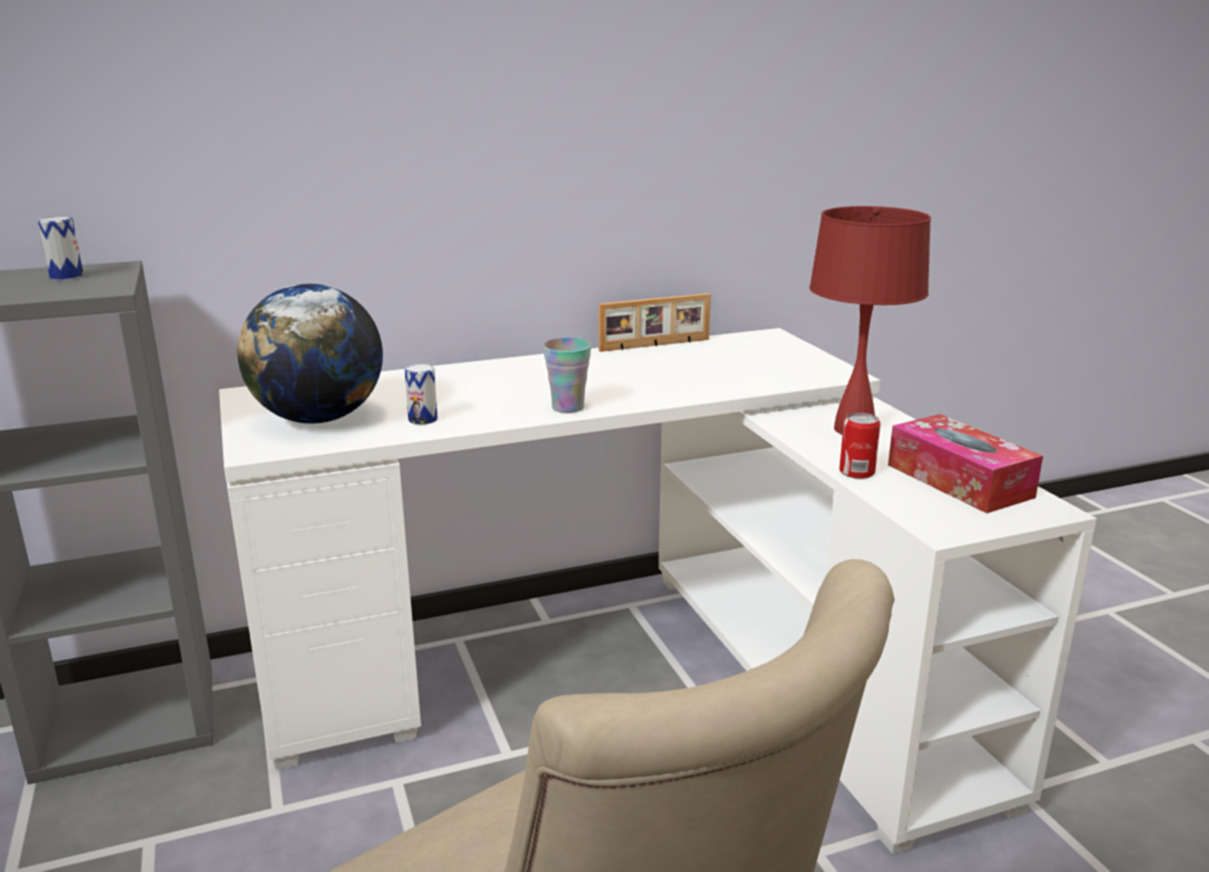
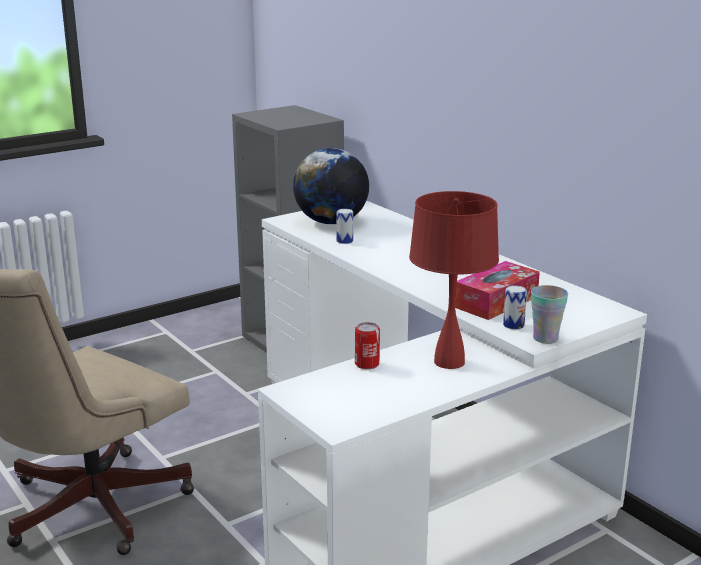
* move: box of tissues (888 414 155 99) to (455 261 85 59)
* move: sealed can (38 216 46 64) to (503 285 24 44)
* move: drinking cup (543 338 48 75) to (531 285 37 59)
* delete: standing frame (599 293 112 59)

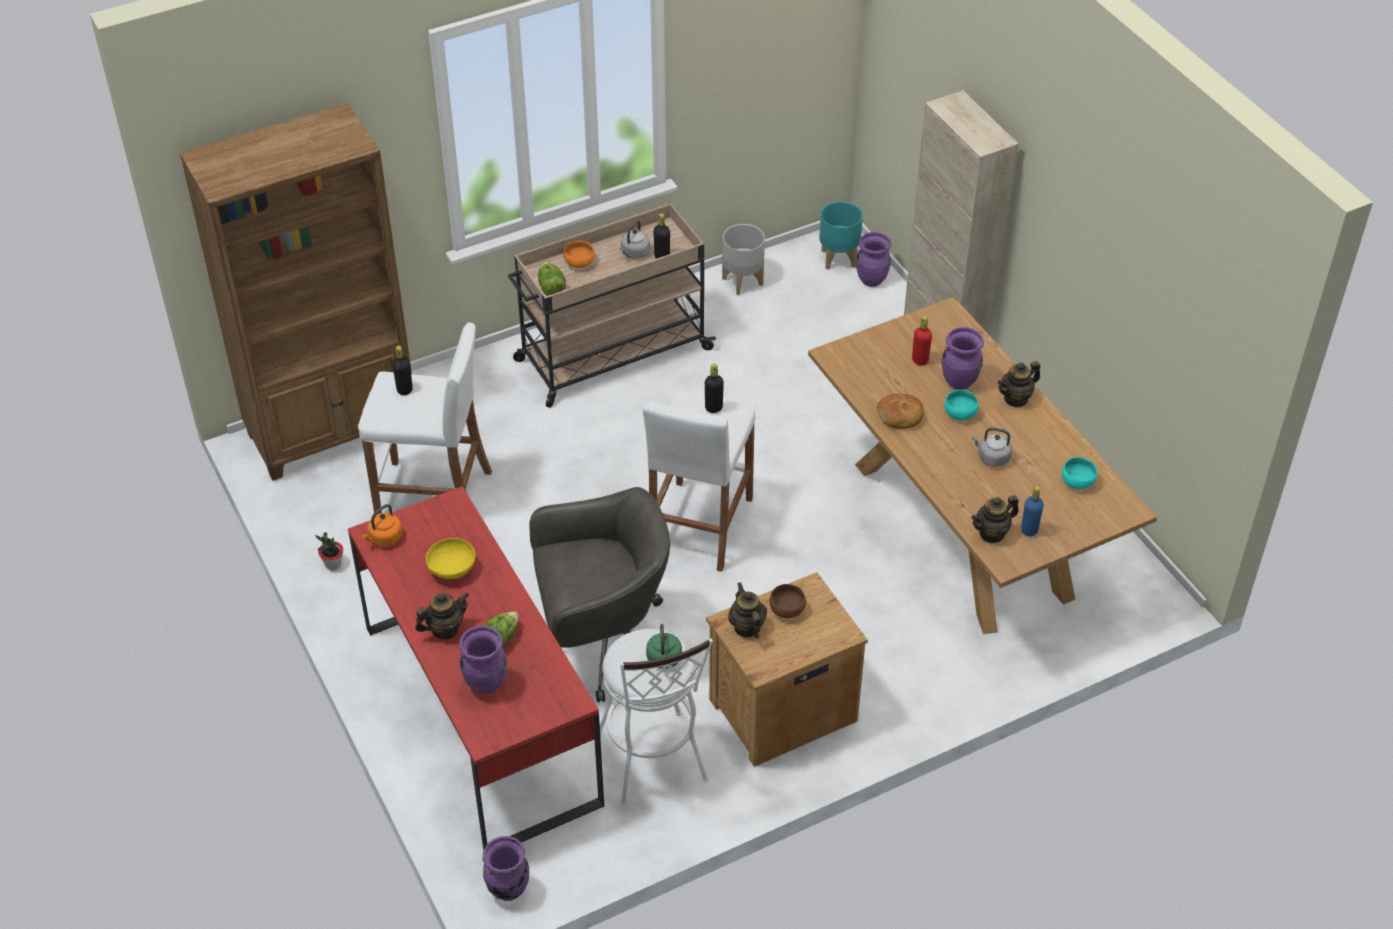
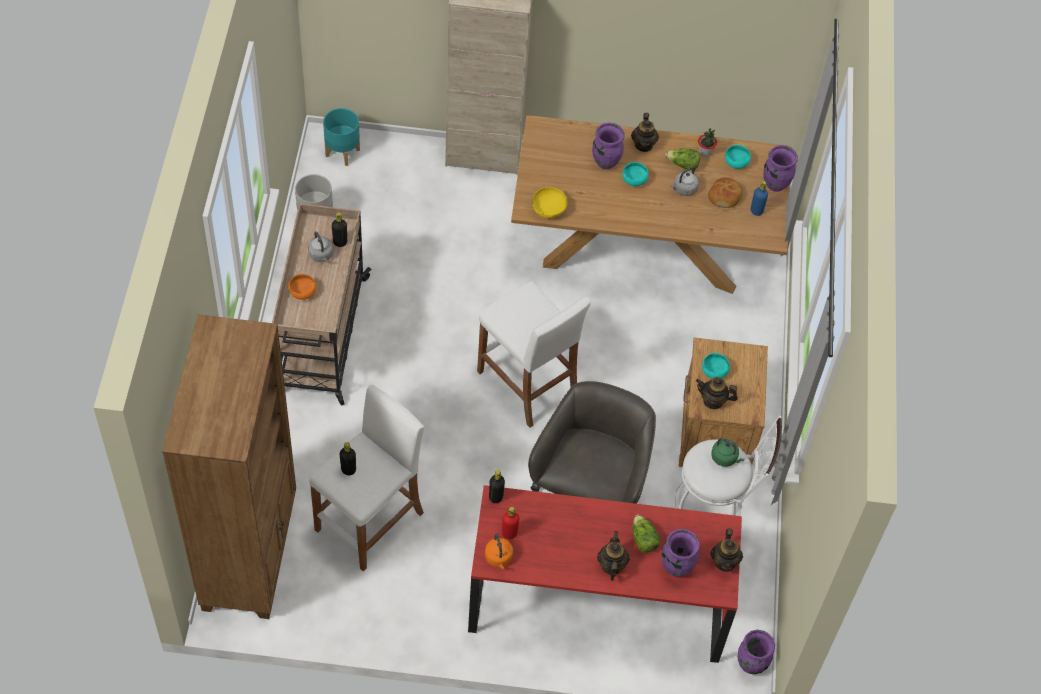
* move: black beverage bottle (705 364 19 49) to (489 470 16 33)
* move: red-coloured beverage bottle (912 316 20 50) to (502 507 17 32)
* move: yellowish deep dish (426 538 49 41) to (532 187 35 31)
* move: lettuce head (538 262 28 34) to (665 148 35 22)
* move: houseplant (315 532 28 38) to (698 128 19 29)
* recolor: brownish deep dish (769 584 37 34) to turquoise deep dish (702 353 28 25)
* move: bakery bread (877 393 47 36) to (708 178 35 30)
* move: tea pot (971 495 48 48) to (710 528 33 44)
* move: purple flower vase (856 232 35 55) to (763 145 35 47)

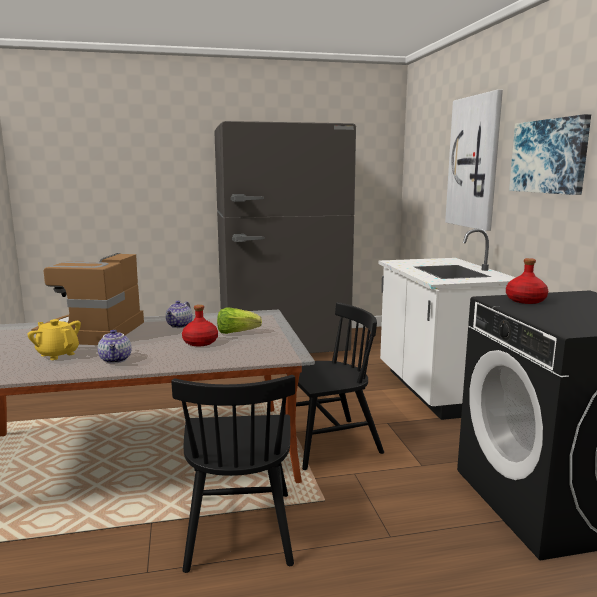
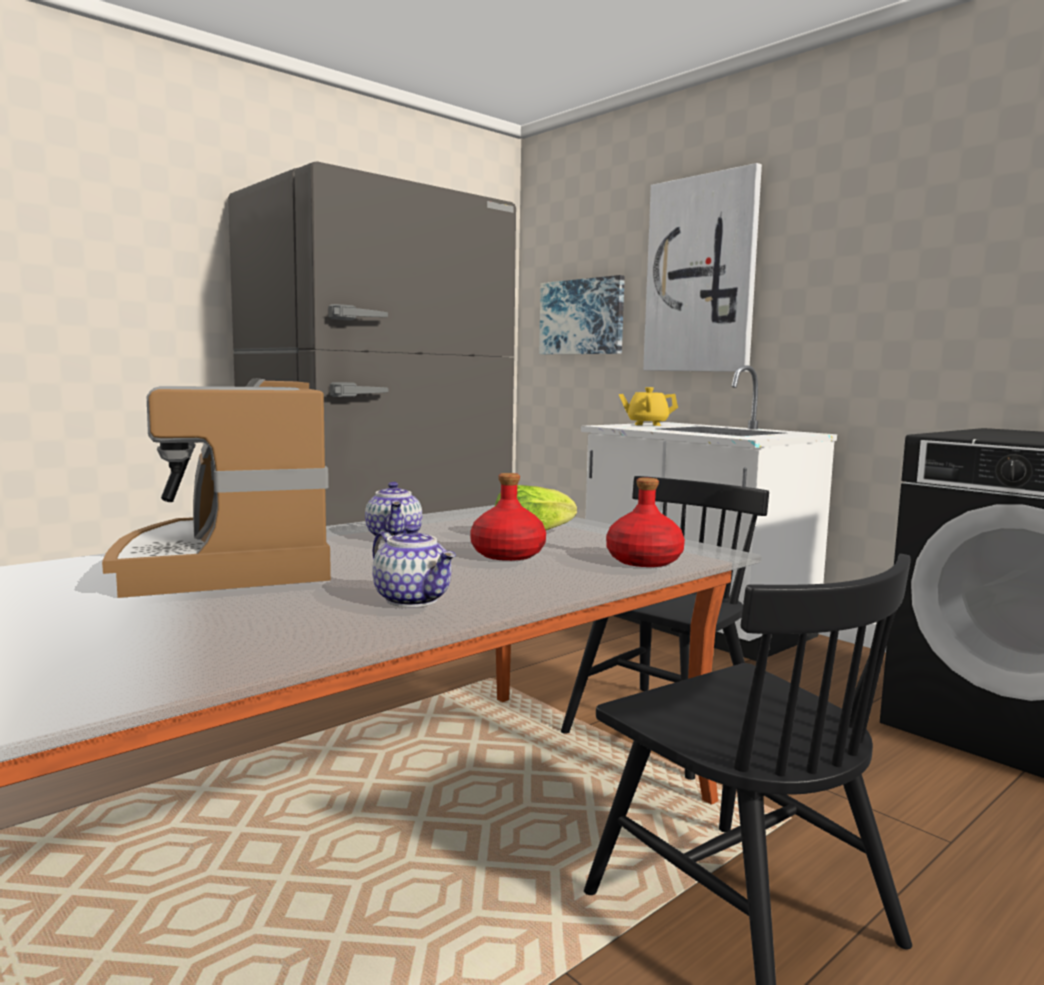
* move: picture (509 114 82 81) to (539 275 86 79)
* move: red-coloured beverage bottle (506 258 42 46) to (606 478 79 89)
* move: yellowish tea pot (27 319 54 41) to (619 387 59 39)

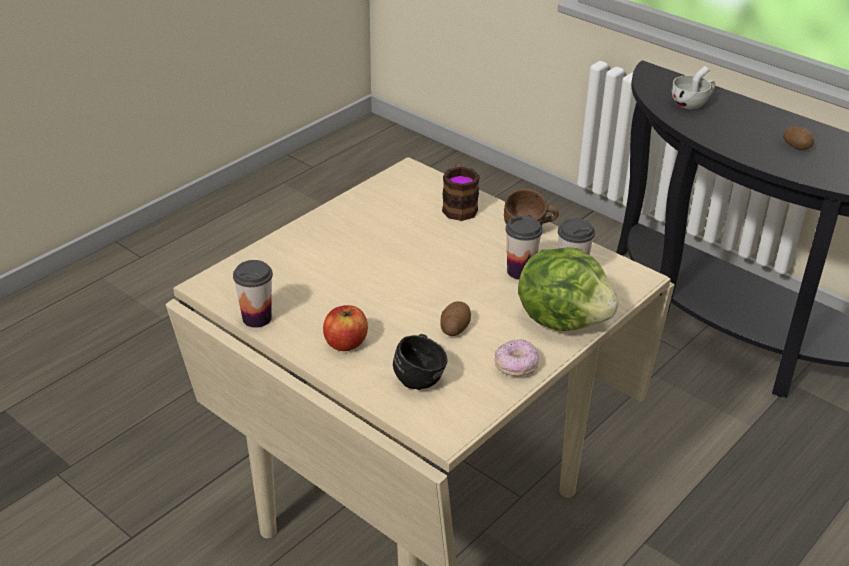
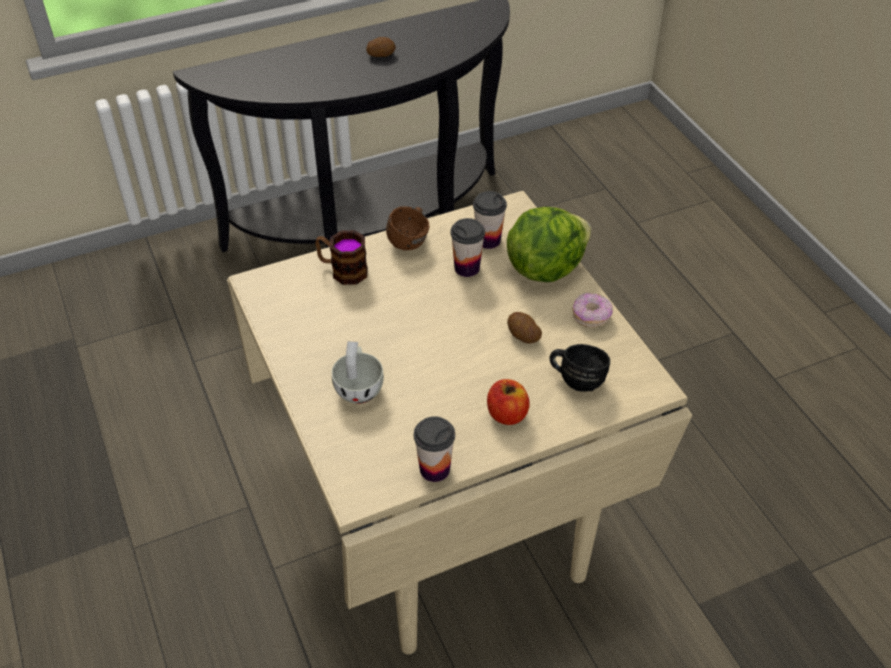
* move: white-coloured drinking cup (672 66 43 43) to (332 341 52 63)

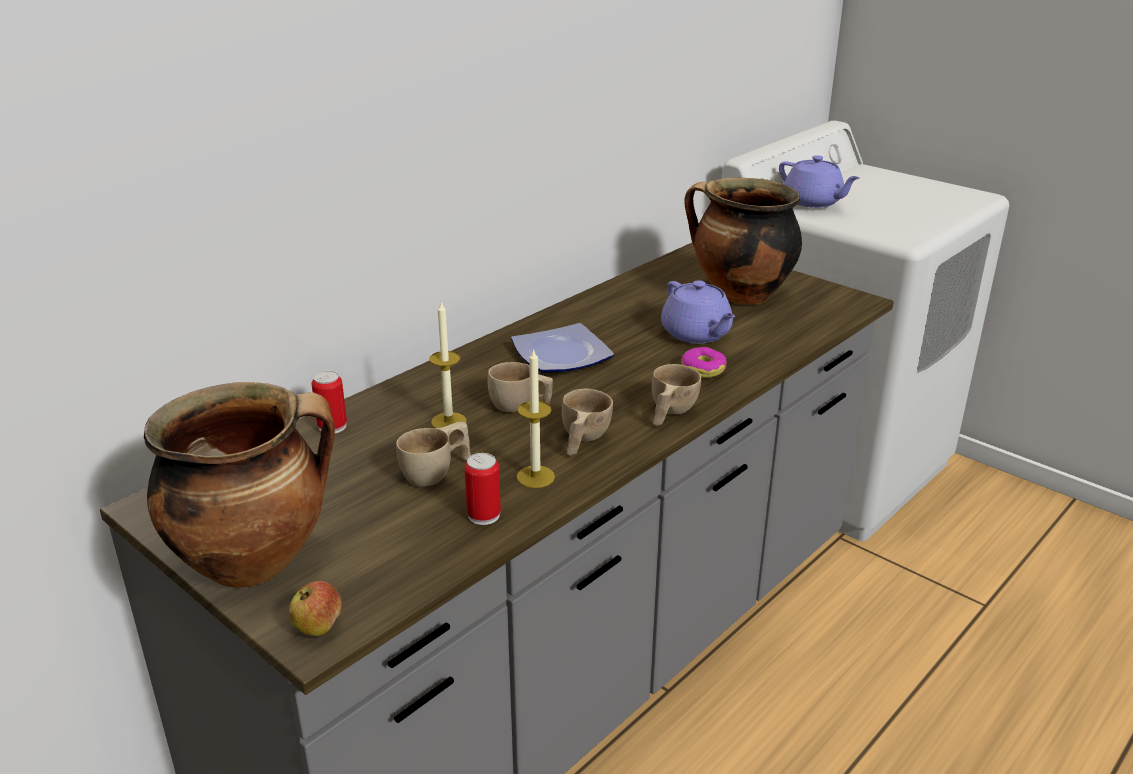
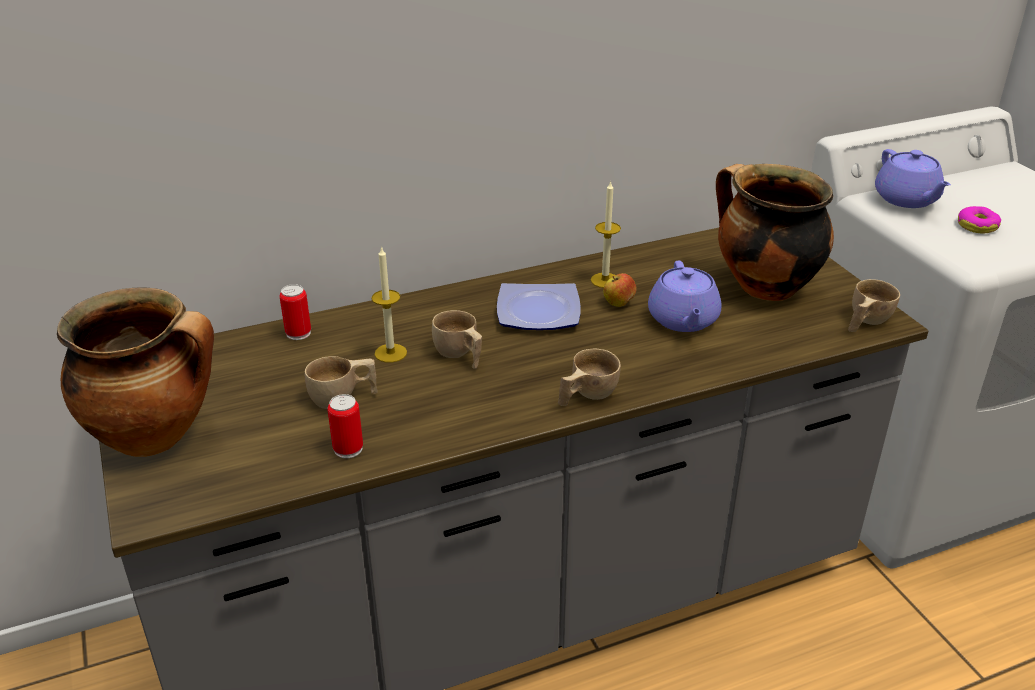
* move: wax candle (516 348 39 140) to (591 180 30 108)
* move: apple (289 581 53 55) to (603 273 33 34)
* move: sand-coloured drinking cup (562 389 51 66) to (848 279 52 53)
* move: donut (681 347 45 31) to (958 206 43 27)

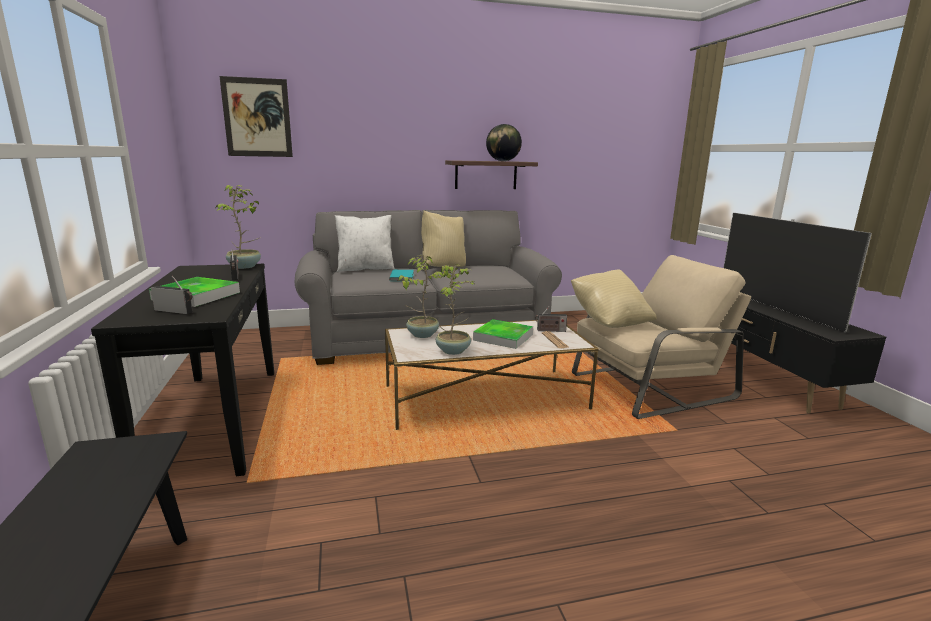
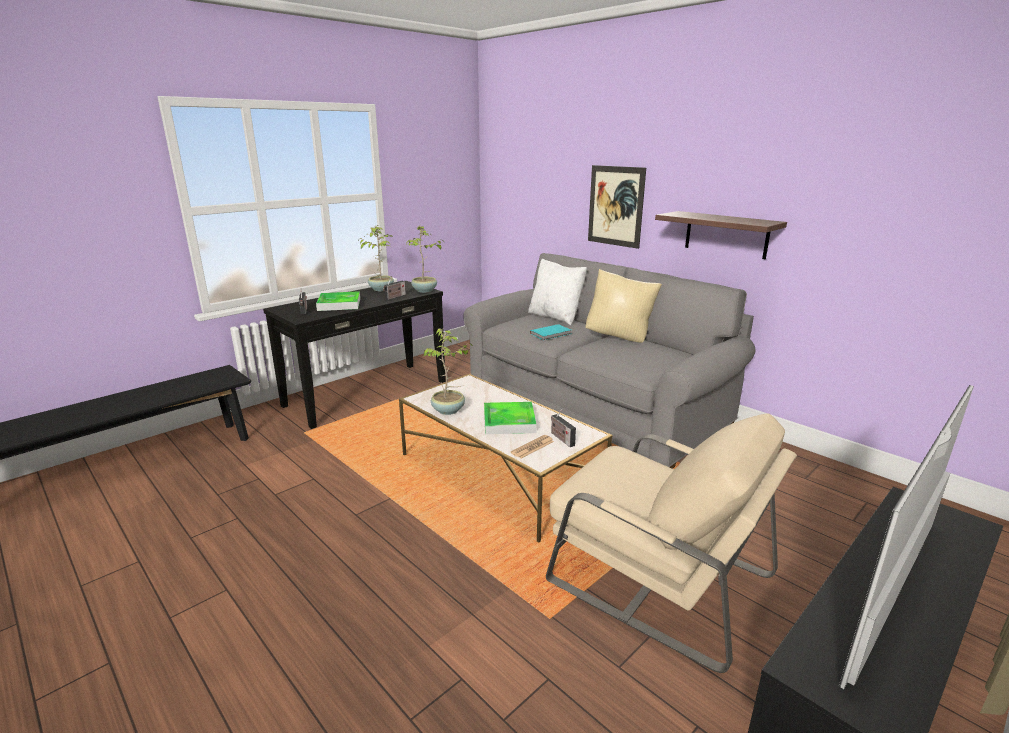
* move: houseplant (398 255 45 83) to (357 225 37 66)
* move: picture (219 76 74 81) to (588 165 58 84)
* delete: desk globe (486 124 36 37)
* delete: sand-coloured pillow (571 269 86 59)

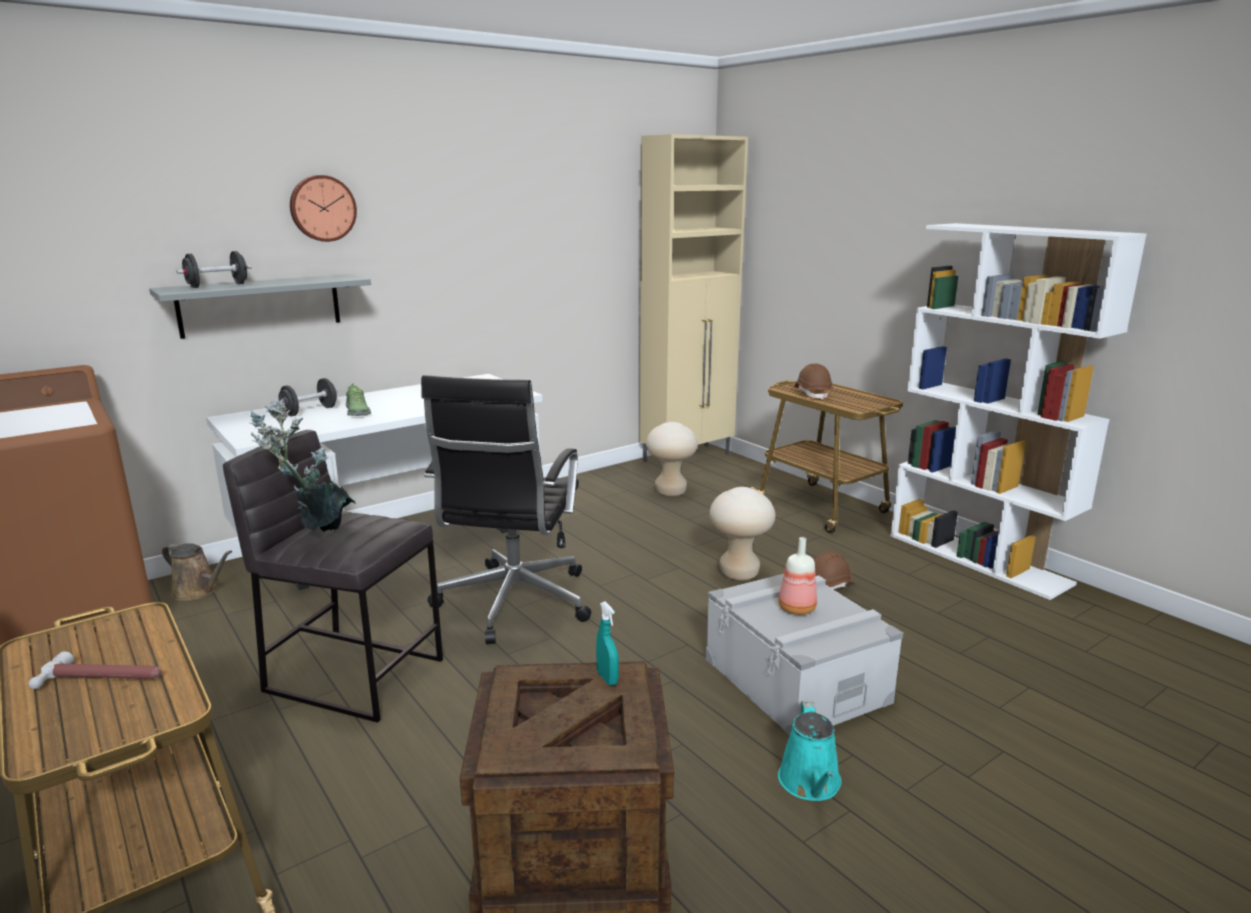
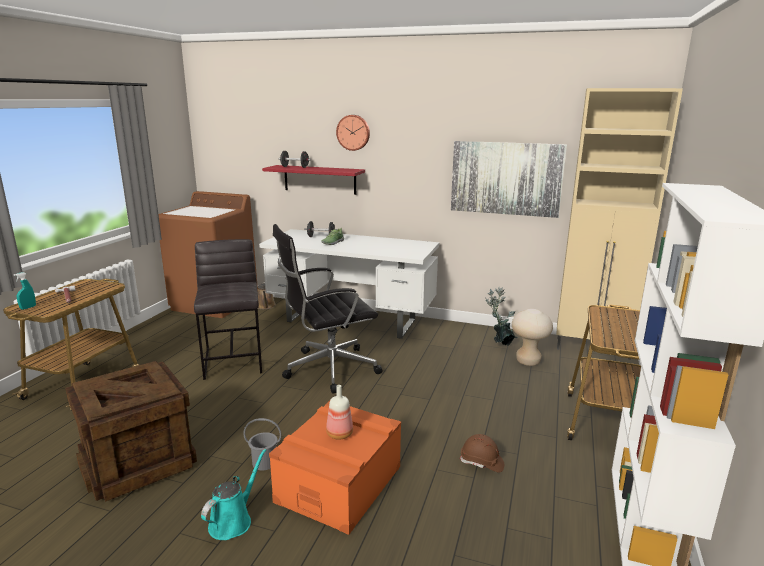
* move: turquoise hand sprayer (596 601 23 85) to (14 272 22 38)
* rotate: turquoise watering pot (778 701 64 100) = (201 449 65 91) 150 degrees clockwise
* insert: gray water bucket (243 418 38 53)
* recolor: gray shelf (149 274 222 65) to red-coloured shelf (262 165 103 30)
* recolor: gray storage container (705 574 198 162) to orangey storage container (269 401 132 134)
* insert: picture (451 141 116 77)
* move: houseplant (250 398 106 134) to (485 287 32 59)
* delete: sand-coloured stool seat (709 487 66 93)
* delete: brownish hard hat (795 364 38 36)

